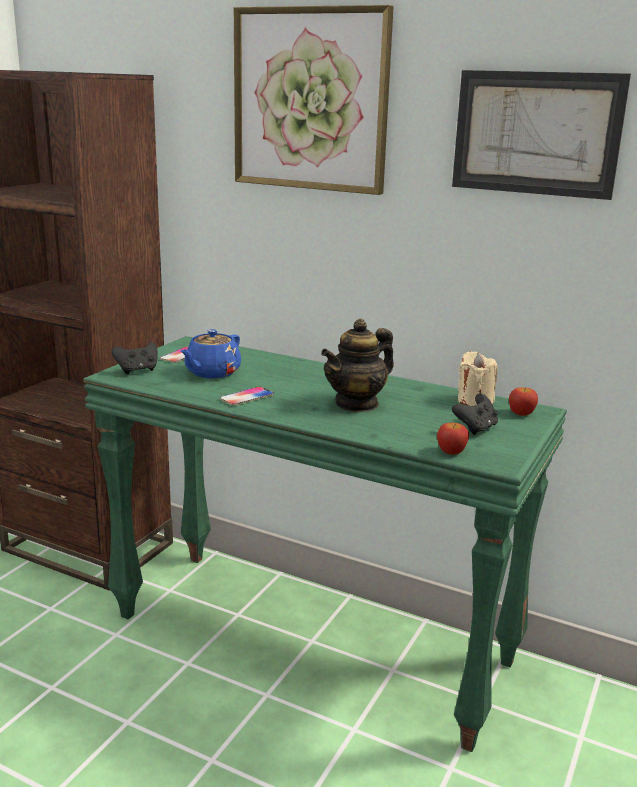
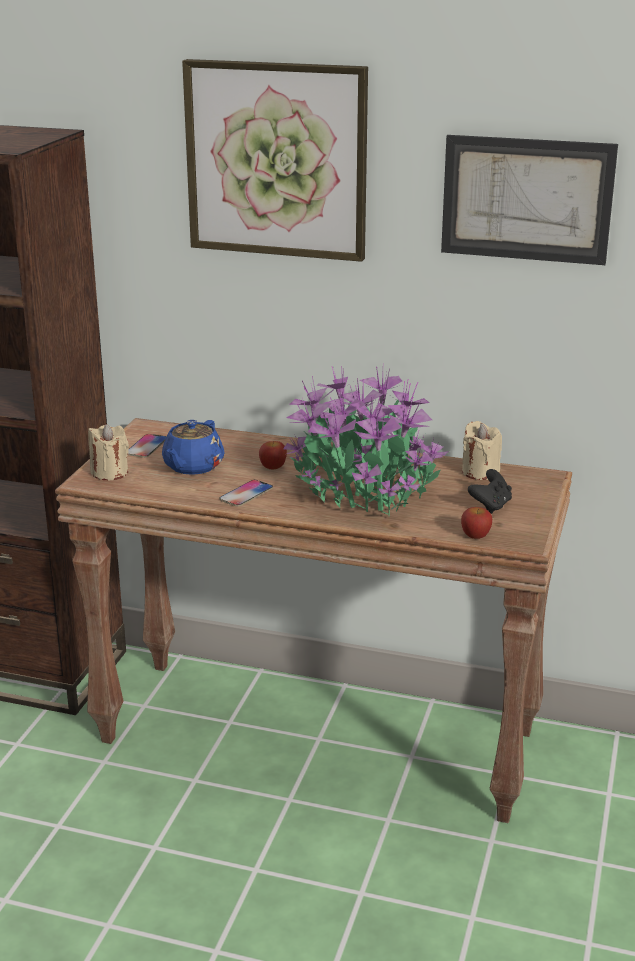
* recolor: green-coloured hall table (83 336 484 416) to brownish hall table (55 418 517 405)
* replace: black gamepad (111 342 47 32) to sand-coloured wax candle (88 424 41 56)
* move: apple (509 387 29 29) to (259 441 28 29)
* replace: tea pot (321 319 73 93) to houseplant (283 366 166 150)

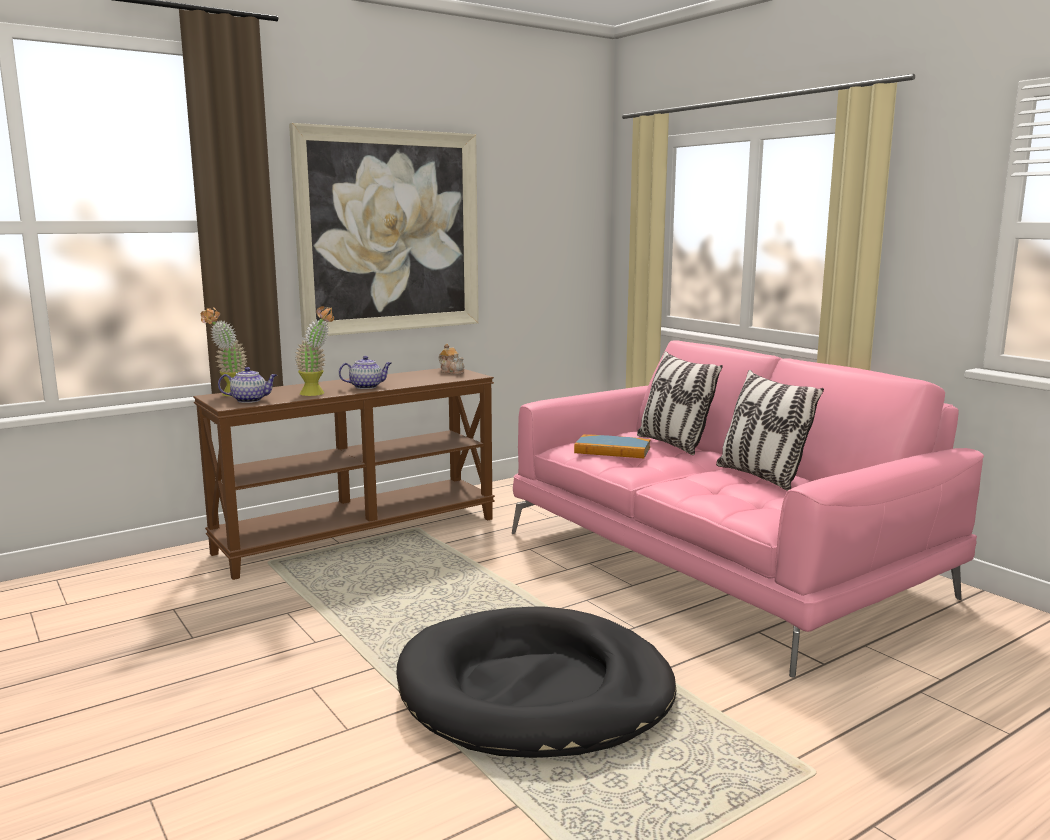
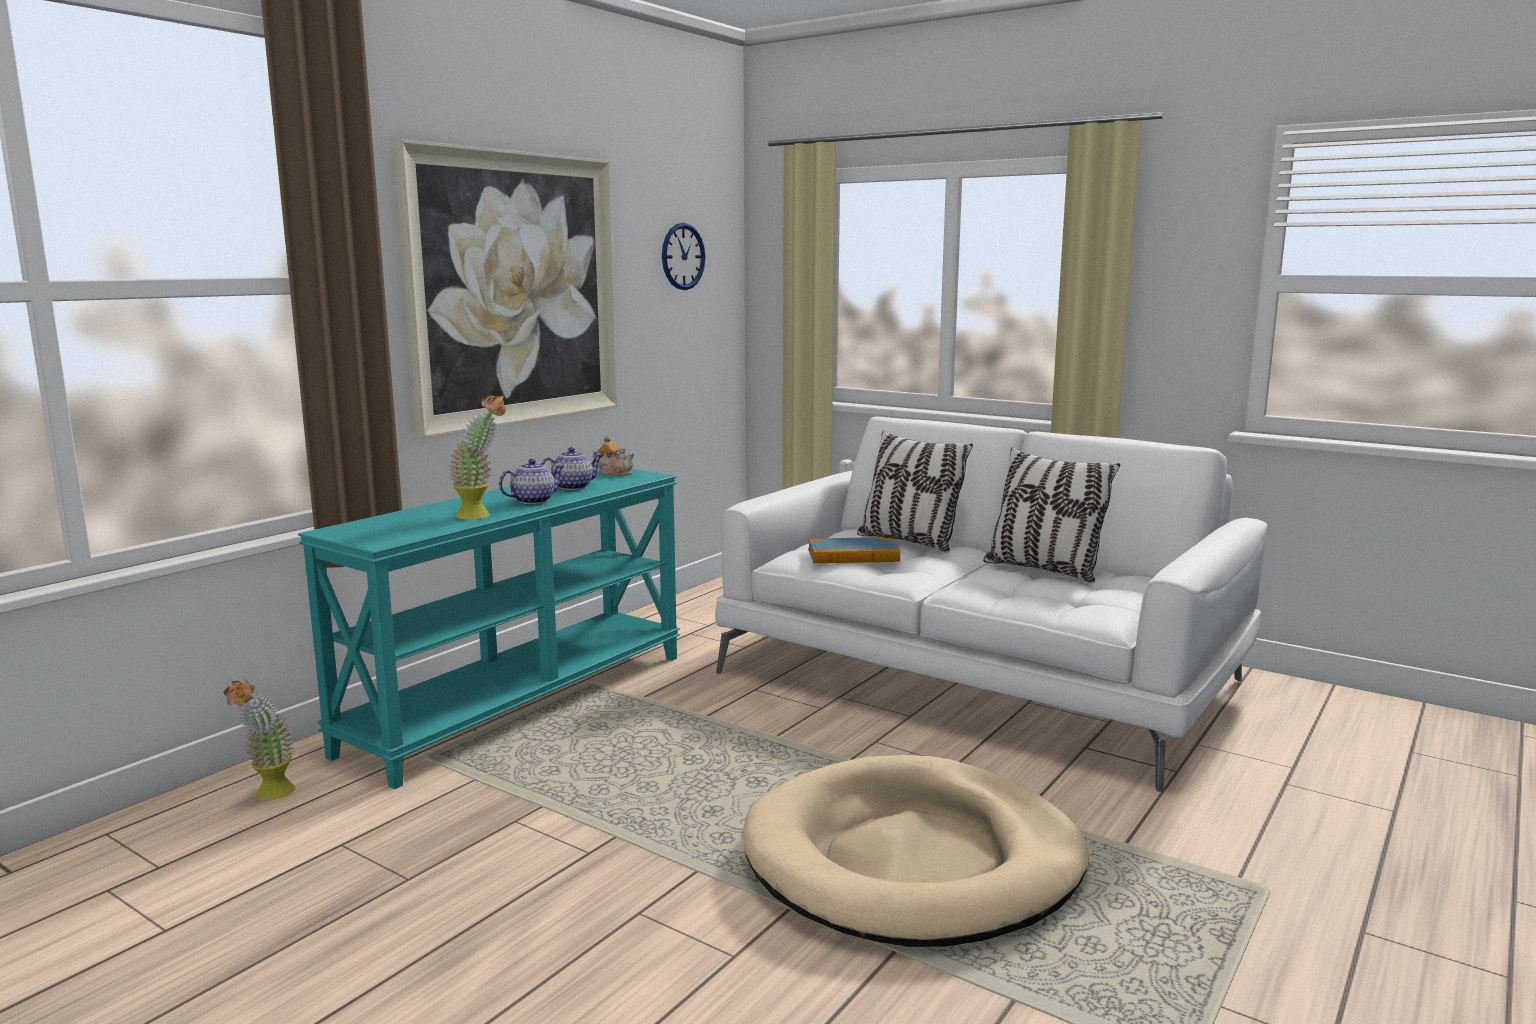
* move: houseplant (201 307 47 89) to (224 679 71 121)
* recolor: brownish hall table (193 368 302 212) to turquoise hall table (298 467 382 322)
* move: tea pot (218 367 59 36) to (541 447 62 43)
* insert: clock on the wall (662 223 43 67)
* recolor: pink-coloured settee (512 340 472 338) to white-coloured settee (715 417 553 375)
* recolor: black pet bed (396 607 281 151) to sand-coloured pet bed (743 755 346 192)

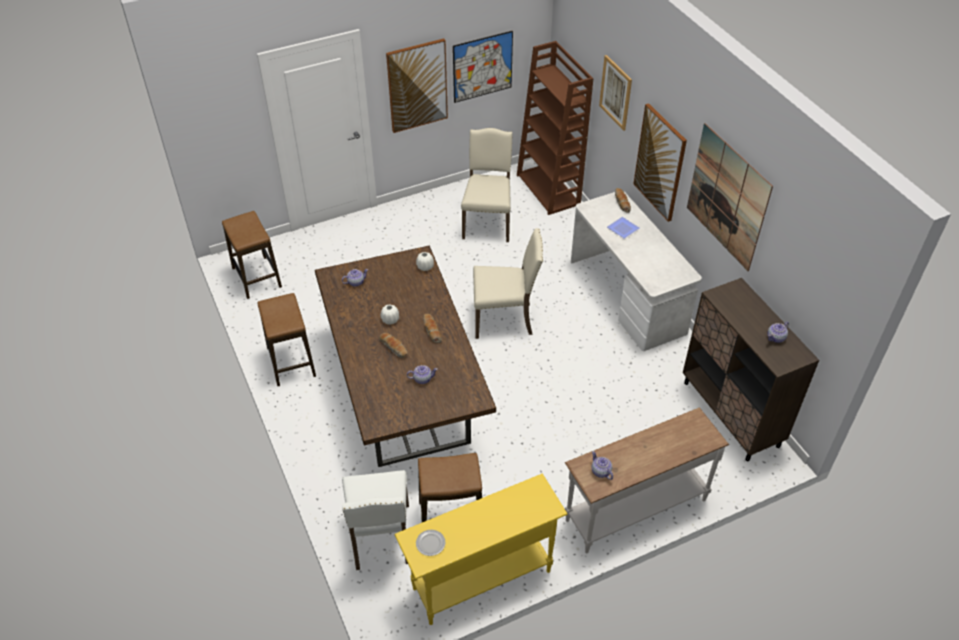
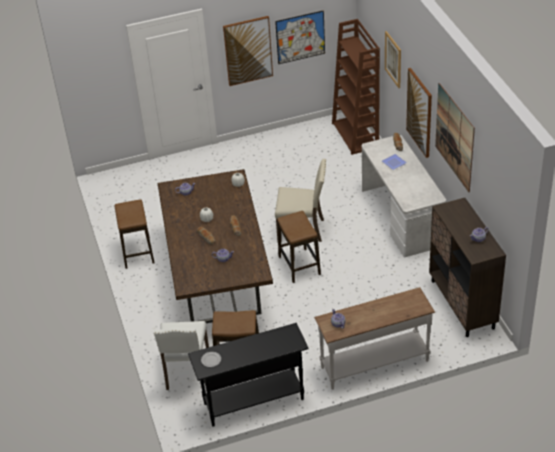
* recolor: yellowish hall table (394 474 173 151) to black hall table (188 323 121 104)
* move: stool seat (222 211 60 88) to (277 211 44 72)
* delete: sand-coloured chair (461 128 52 114)

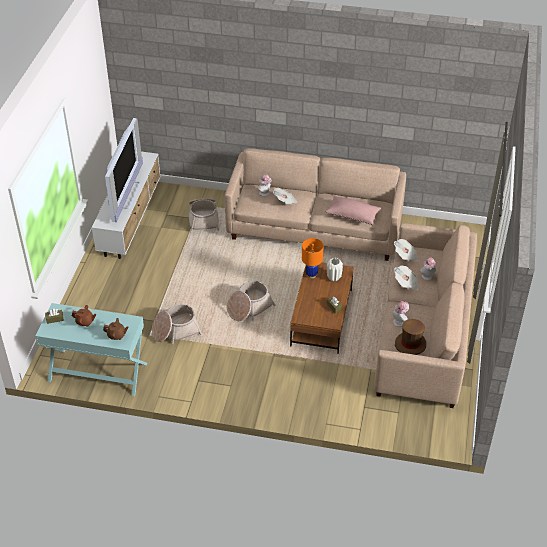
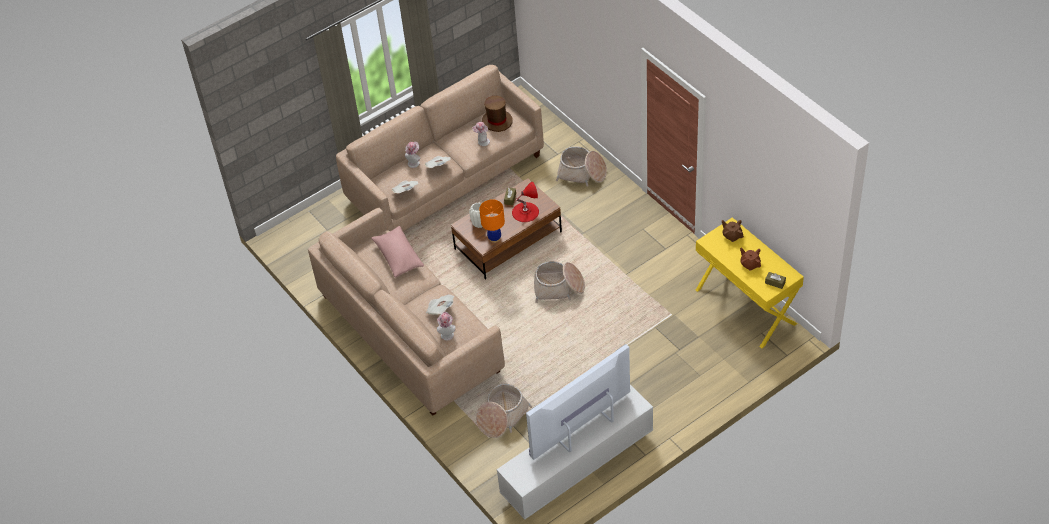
* insert: red-coloured table lamp (512 181 27 41)
* move: basket (152 304 50 40) to (556 146 51 41)
* recolor: turquoise hall table (35 303 112 93) to yellowish hall table (696 217 108 132)

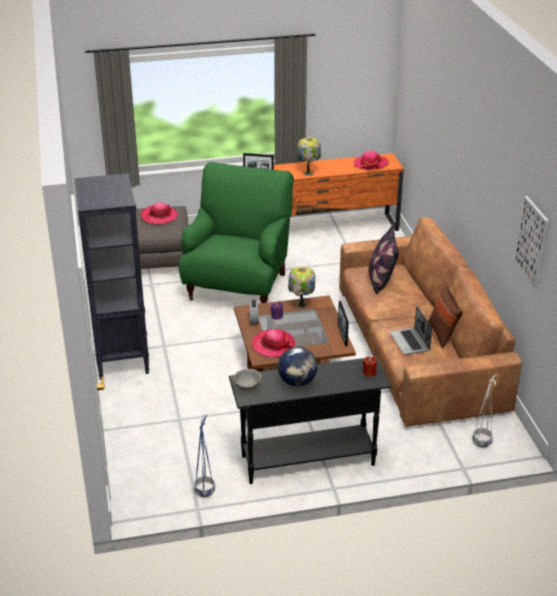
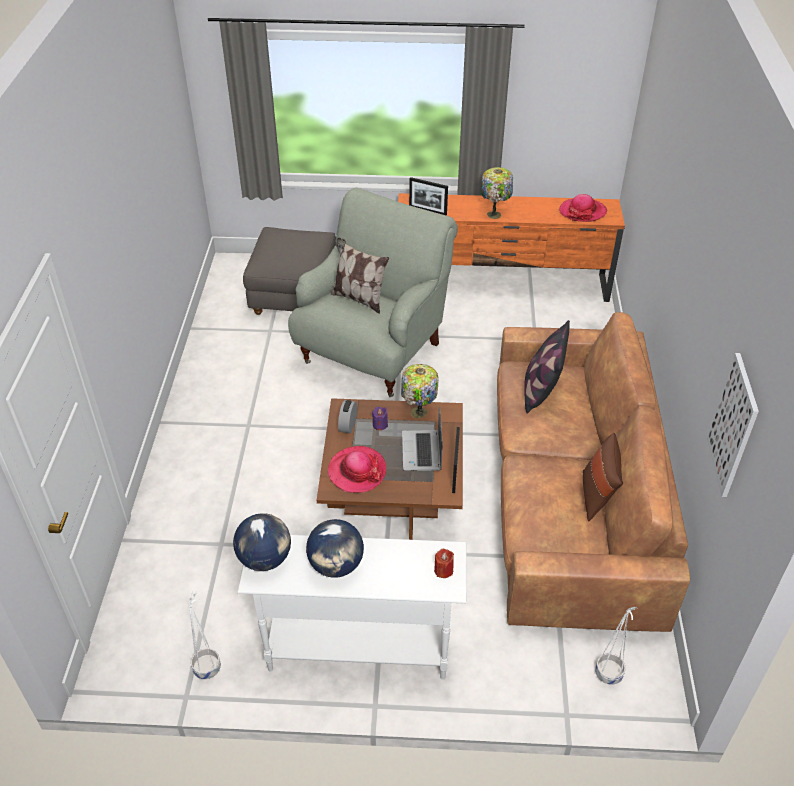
* recolor: bluish flower pot (194 414 21 83) to white-coloured flower pot (188 590 33 89)
* replace: gray deep dish (234 369 27 22) to desk globe (233 513 58 58)
* recolor: black hall table (229 356 162 128) to white-coloured hall table (237 535 230 145)
* recolor: green-coloured easy chair (178 162 116 141) to gray easy chair (288 187 170 210)
* insert: pillow (330 237 59 77)
* move: laptop (390 306 42 49) to (402 406 41 65)
* delete: black bookshelf (74 173 75 207)
* delete: wearable hat (141 202 37 23)

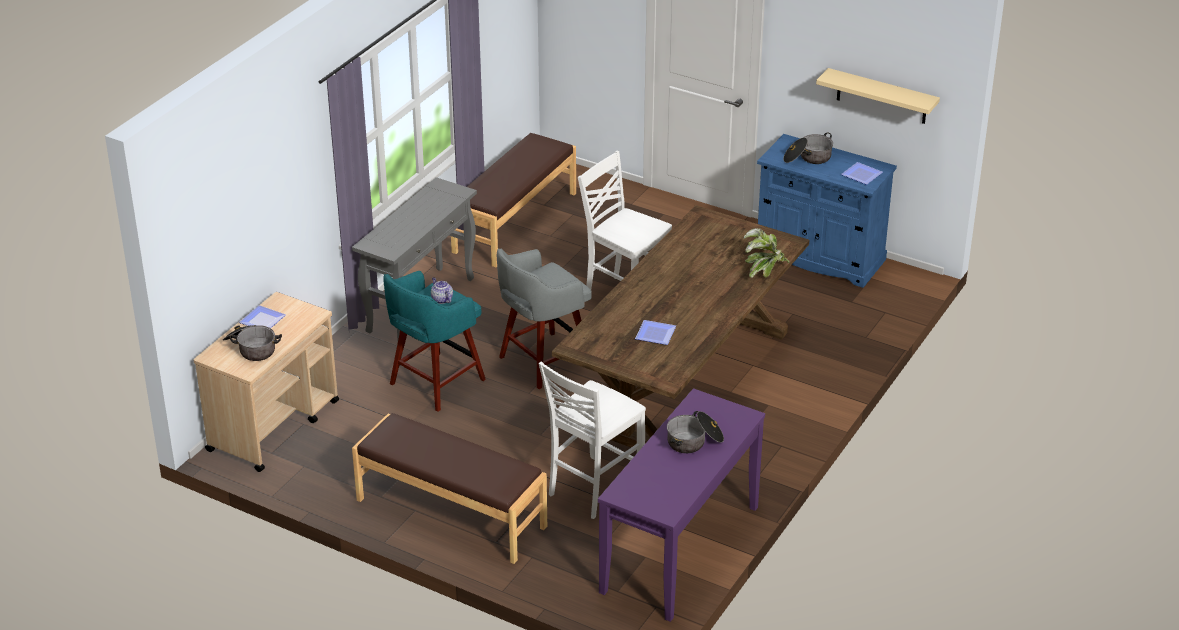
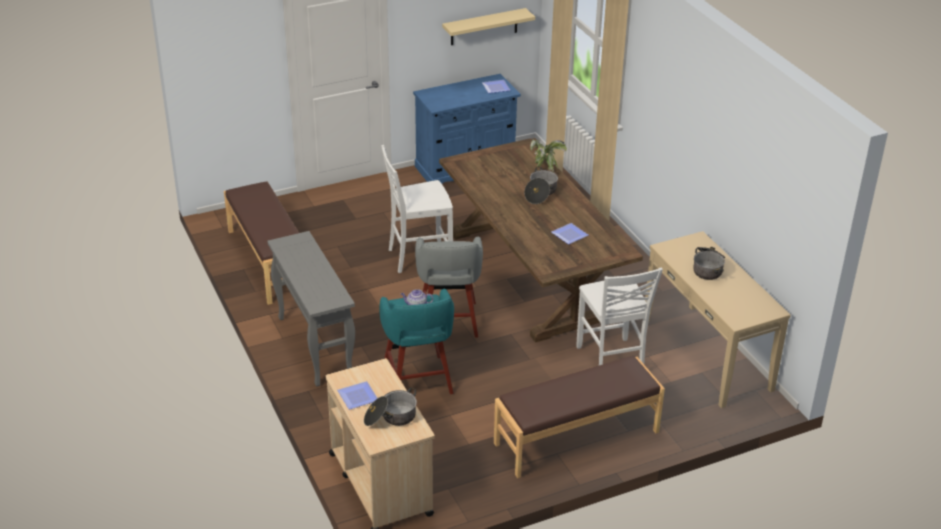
* move: cooking pot (783 132 50 32) to (524 167 34 37)
* recolor: purple hall table (598 388 167 234) to sand-coloured hall table (645 231 146 177)

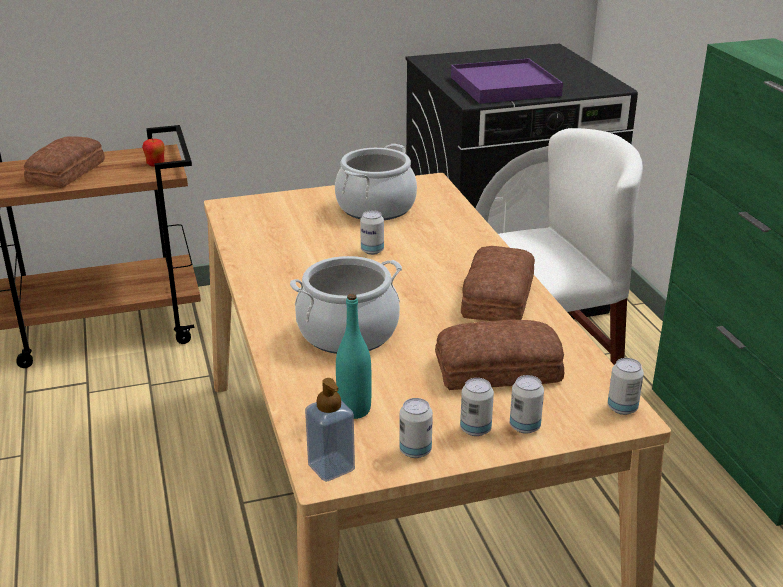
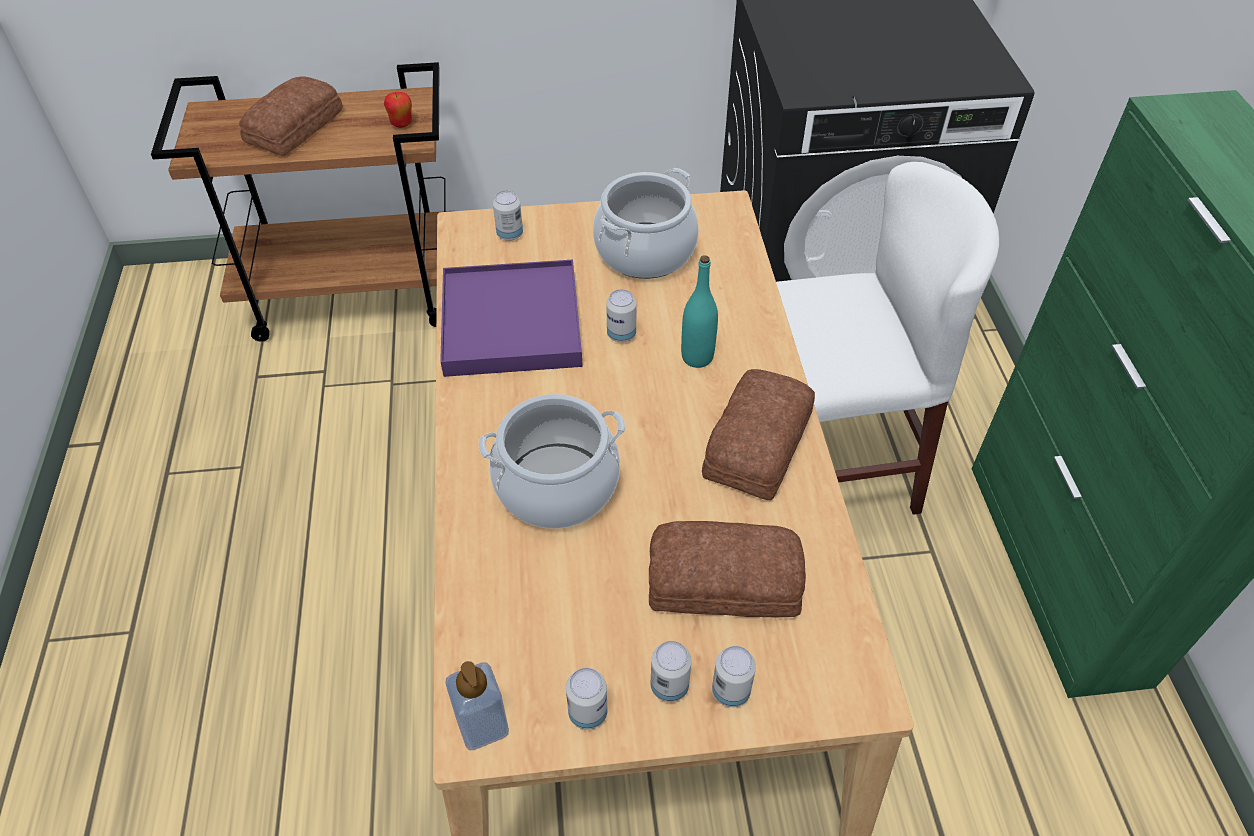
* move: purple carrying tray (451 58 112 46) to (440 260 142 117)
* move: sealed can (608 358 36 57) to (493 190 30 51)
* move: turquoise beverage bottle (336 294 36 125) to (681 255 37 113)

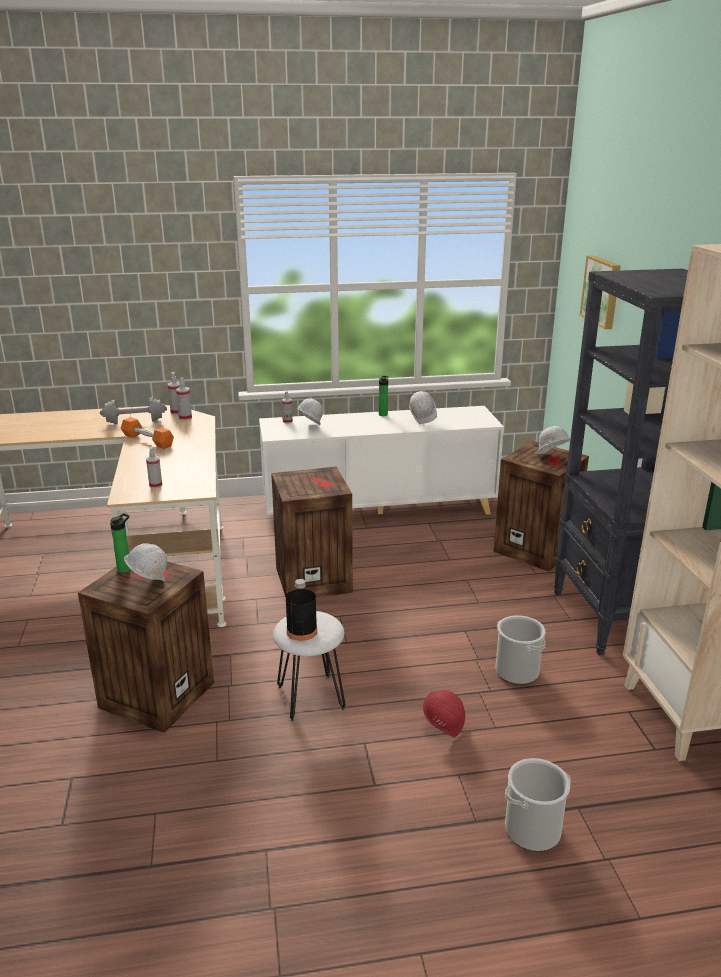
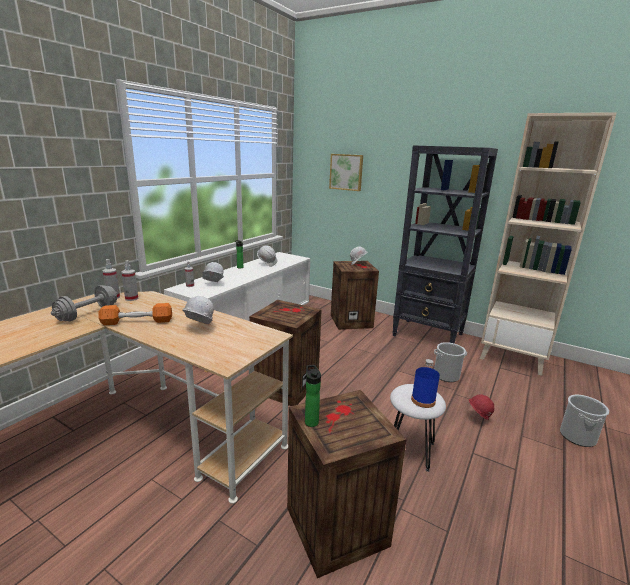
* move: white-coloured hard hat (124 543 43 39) to (182 296 32 28)
* recolor: black beverage bottle (286 579 31 62) to bluish beverage bottle (411 359 29 49)
* delete: hand sprayer (146 447 16 41)

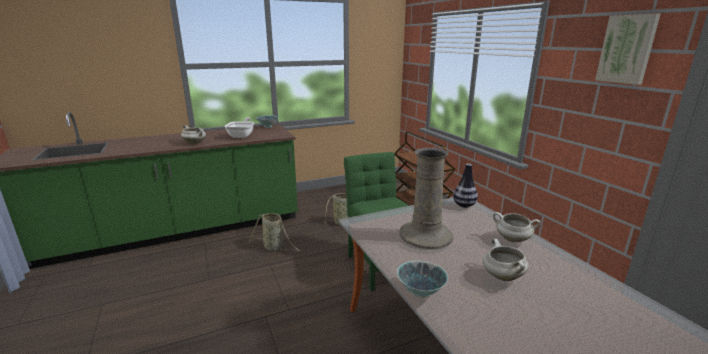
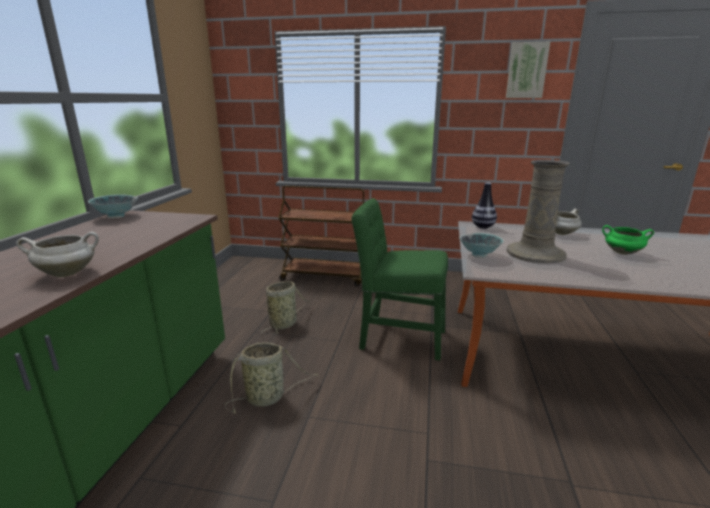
* move: deep dish (397 260 51 38) to (459 233 45 25)
* recolor: white-coloured cooking pot (483 239 46 42) to green-coloured cooking pot (602 225 52 30)
* delete: skillet (224 118 31 20)

